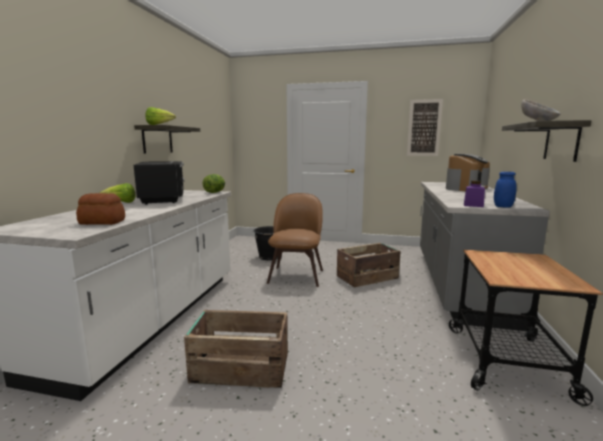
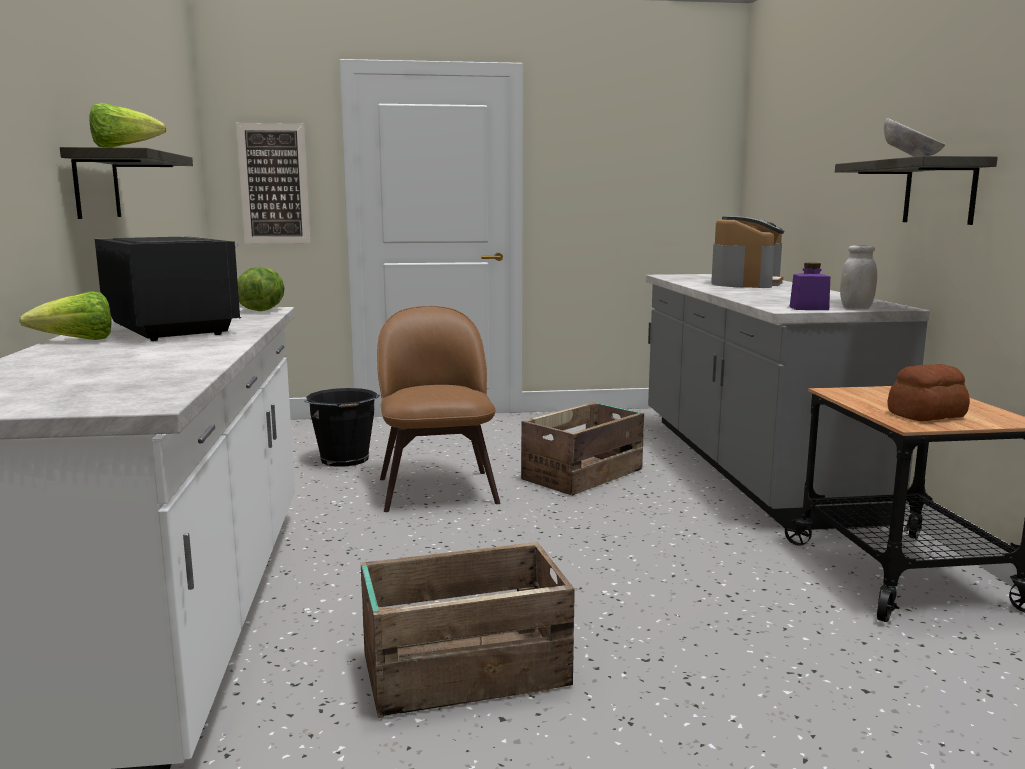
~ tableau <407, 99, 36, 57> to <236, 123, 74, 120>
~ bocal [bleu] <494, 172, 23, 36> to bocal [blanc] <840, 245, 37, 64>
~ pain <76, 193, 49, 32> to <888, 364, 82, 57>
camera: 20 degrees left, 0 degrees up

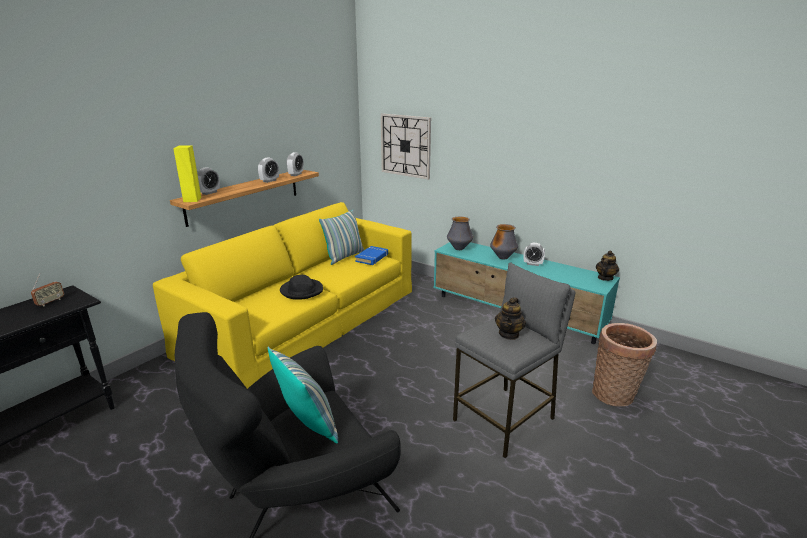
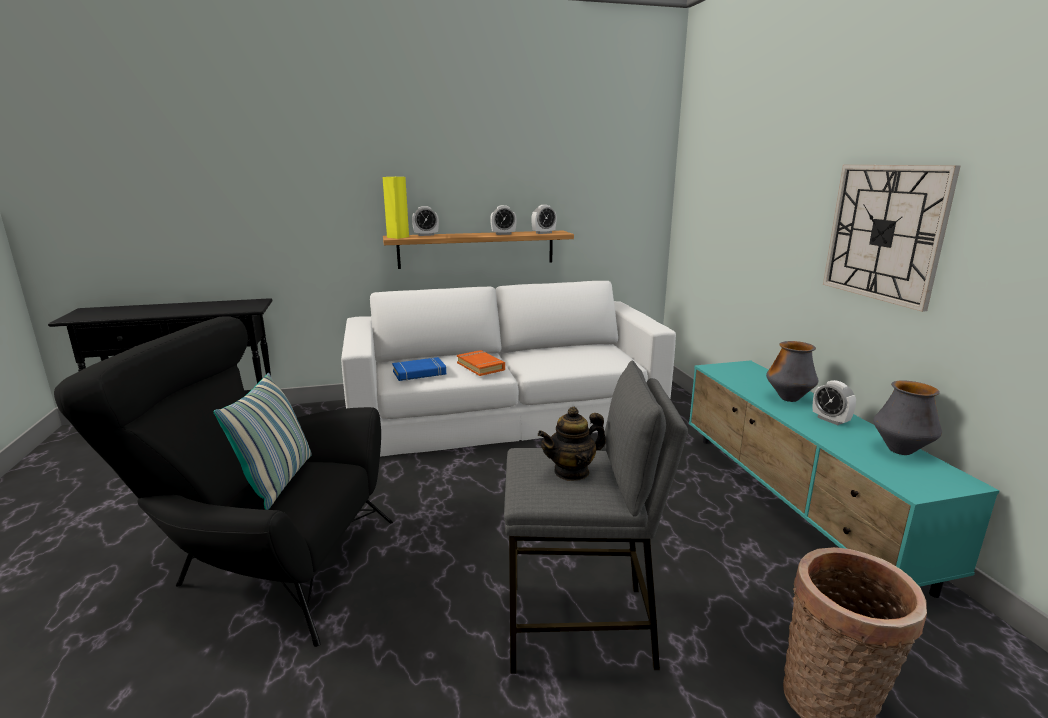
~ horloge murale <381, 113, 50, 67> to <823, 165, 138, 147>
~ canapé [jaune] <153, 202, 259, 187> to canapé [blanc] <341, 281, 335, 176>
- coussin <319, 210, 45, 55>
~ vase <447, 217, 26, 33> to <873, 380, 69, 75>
~ livre [bleu] <355, 246, 33, 19> to <392, 357, 54, 24>
- théière <596, 250, 23, 31>
- radio <31, 273, 33, 33>
~ chapeau [noir] <280, 275, 43, 25> to livre [orange] <457, 350, 48, 26>
camera: 40 degrees right, 5 degrees down

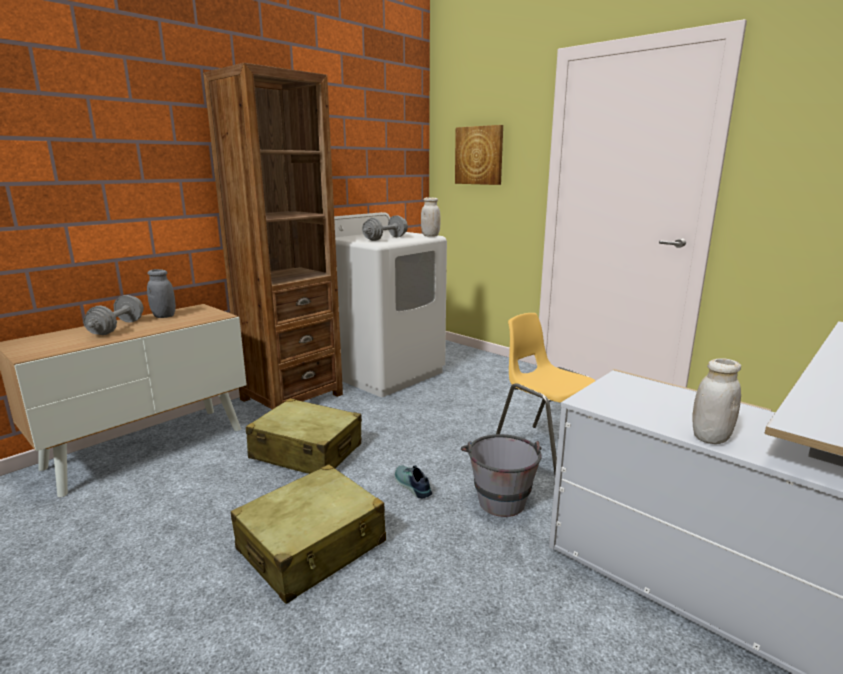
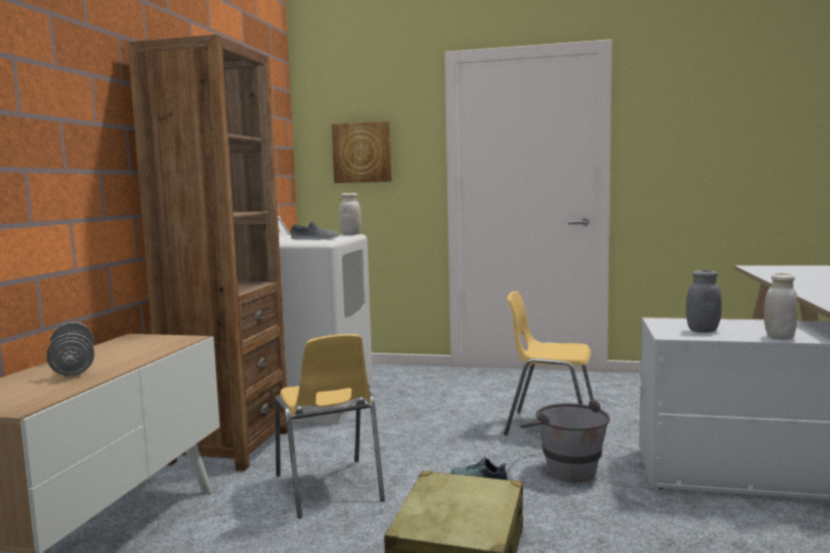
~ haltère [gris] <362, 215, 46, 26> to chaussure [gris] <291, 221, 48, 19>
~ bocal [gris] <147, 269, 29, 49> to <686, 270, 36, 63>
~ valise [beige] <246, 398, 116, 76> to chaise [jaune] <275, 334, 110, 184>
camera: 30 degrees left, 10 degrees down

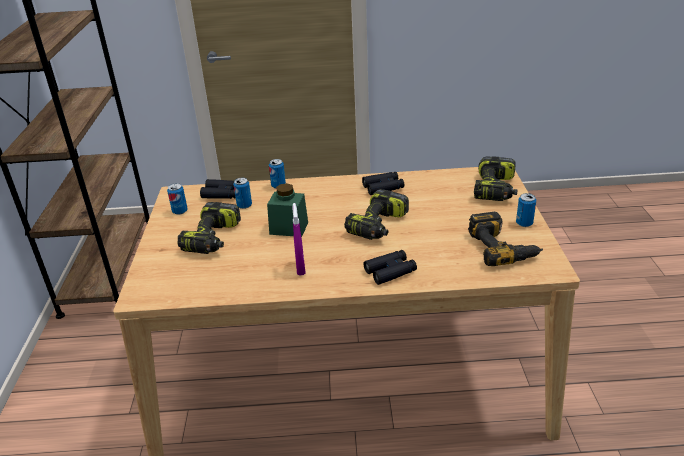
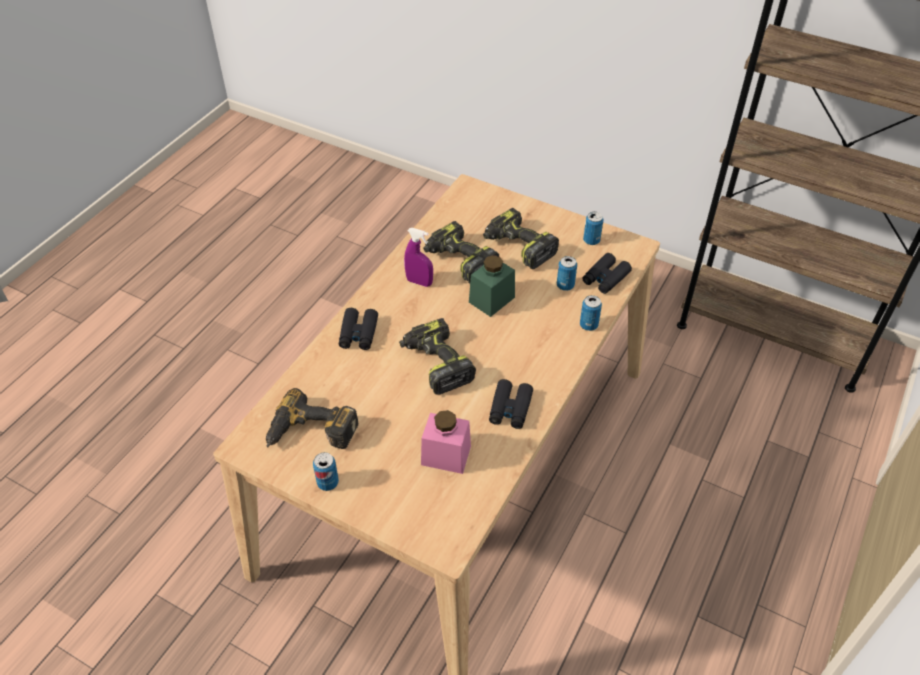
~ perceuse <474, 156, 43, 45> to <423, 221, 76, 63>
+ bocal [rose] <421, 410, 50, 64>
camera: 120 degrees right, 15 degrees up

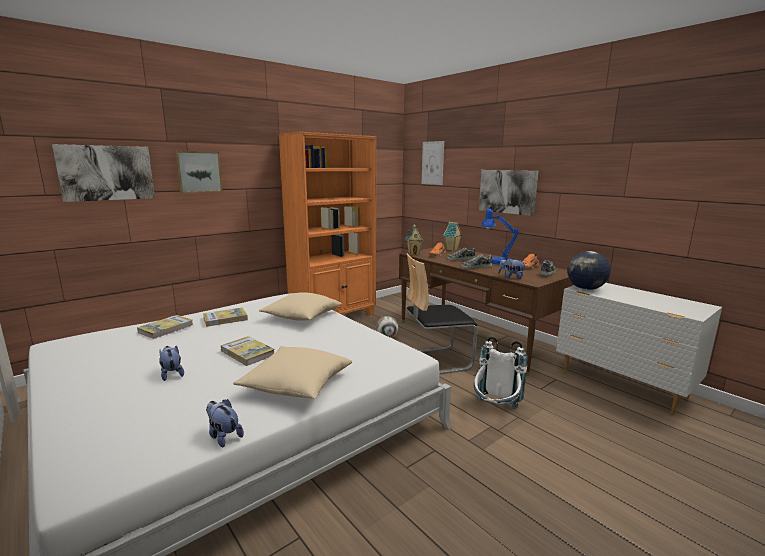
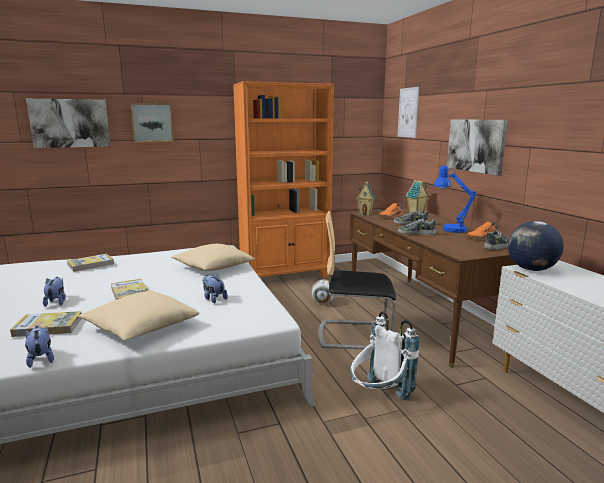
~ peluche <498, 258, 27, 21> to <202, 274, 26, 29>
~ livre <203, 307, 45, 20> to <10, 311, 72, 26>
camera: 20 degrees right, 0 degrees up

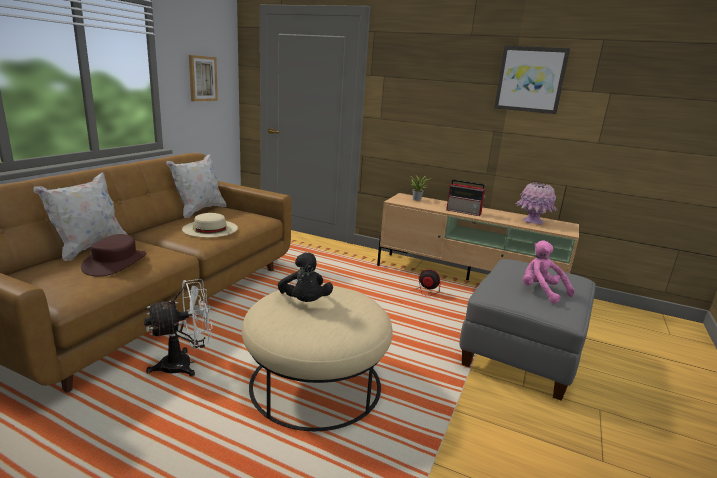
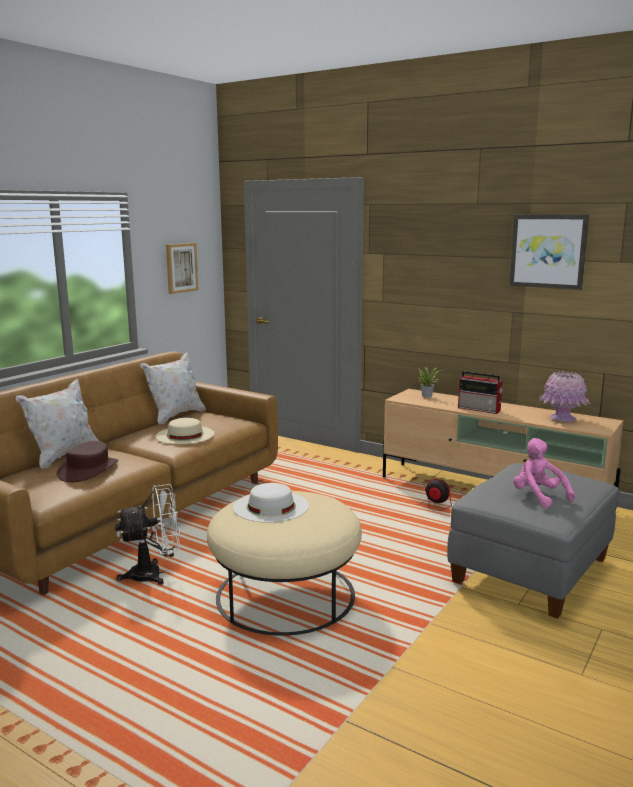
~ peluche [noir] <278, 253, 55, 49> to chapeau [blanc] <233, 483, 76, 40>
camera: 10 degrees right, 5 degrees down

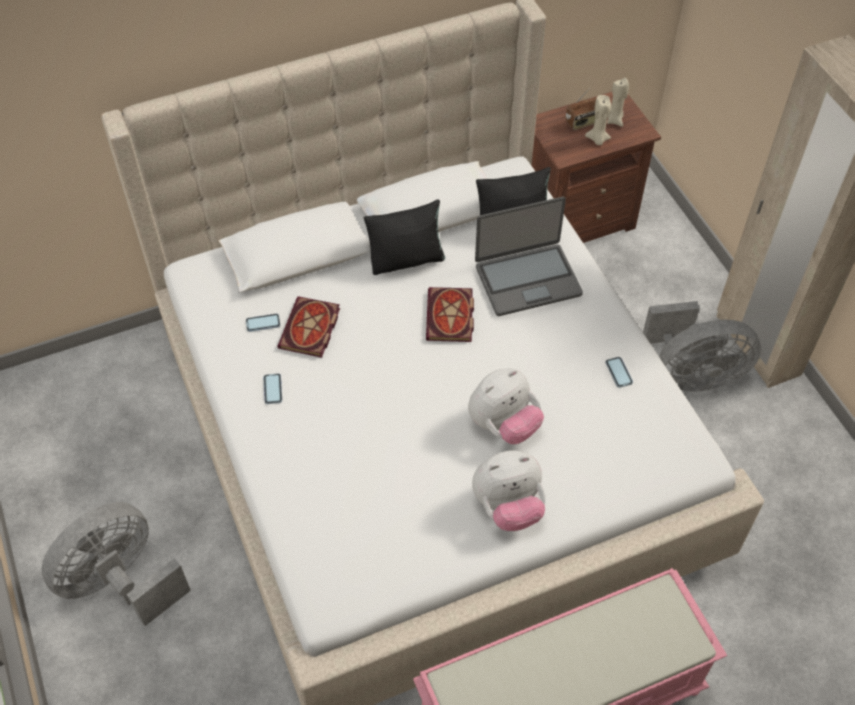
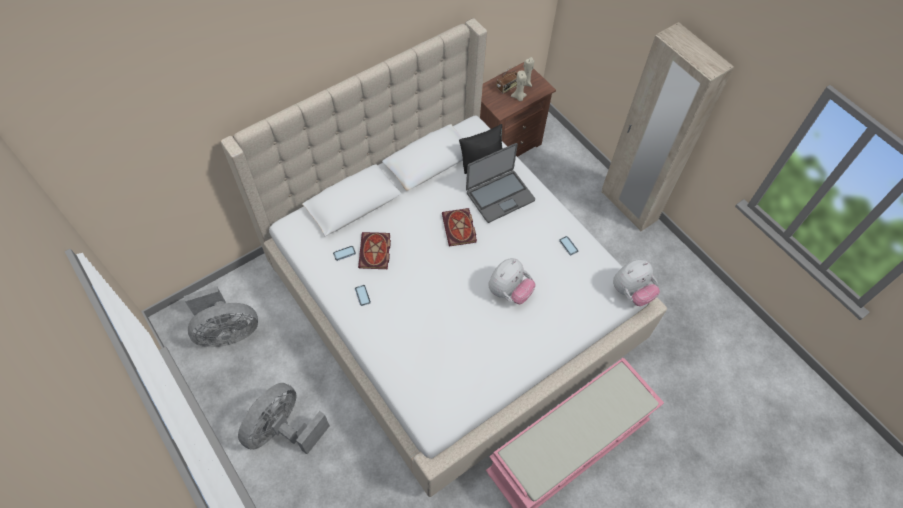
- coussin [noir] <364, 199, 81, 76>
~ ventilateur [gris] <643, 301, 118, 91> to <184, 286, 74, 61>
~ peluche <472, 450, 73, 81> to <613, 260, 47, 46>
camera: 15 degrees left, 5 degrees up

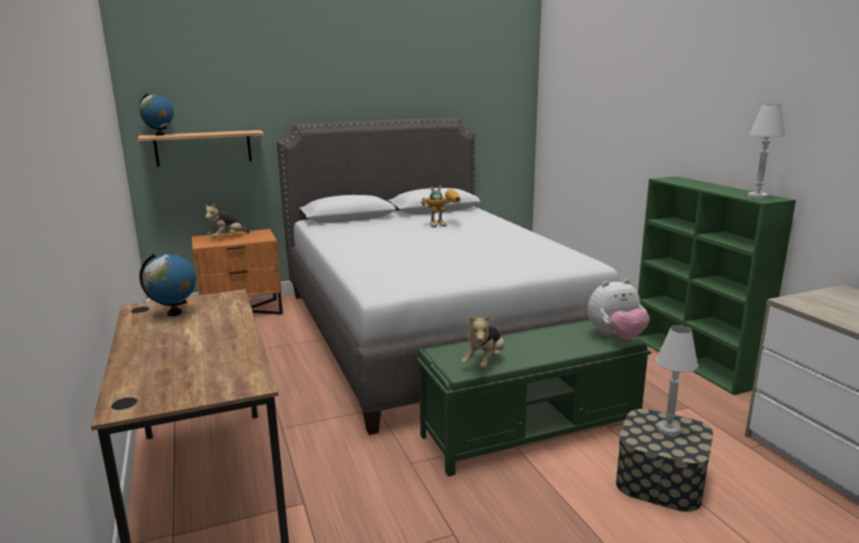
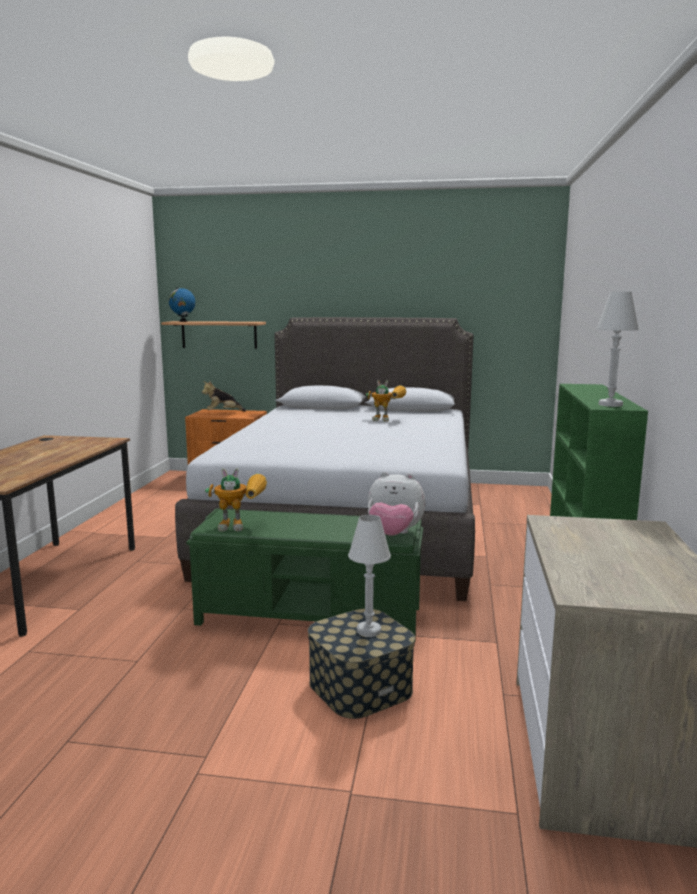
- globe <139, 254, 57, 62>
~ peluche <461, 314, 44, 55> to robot jouet <205, 468, 62, 63>
camera: 30 degrees right, 5 degrees down

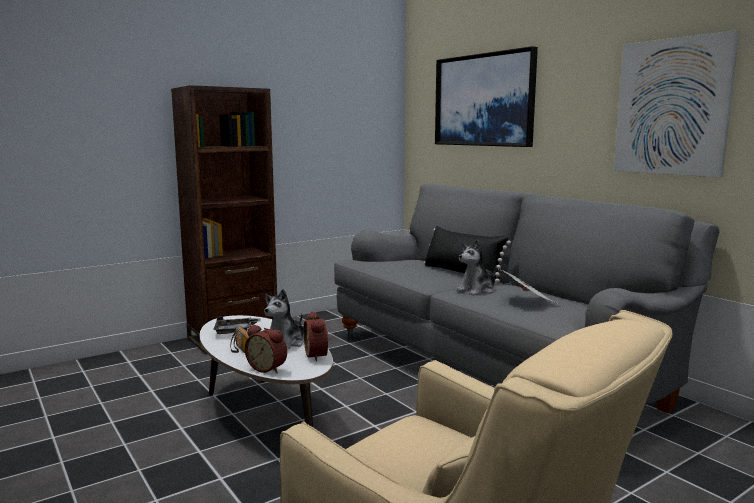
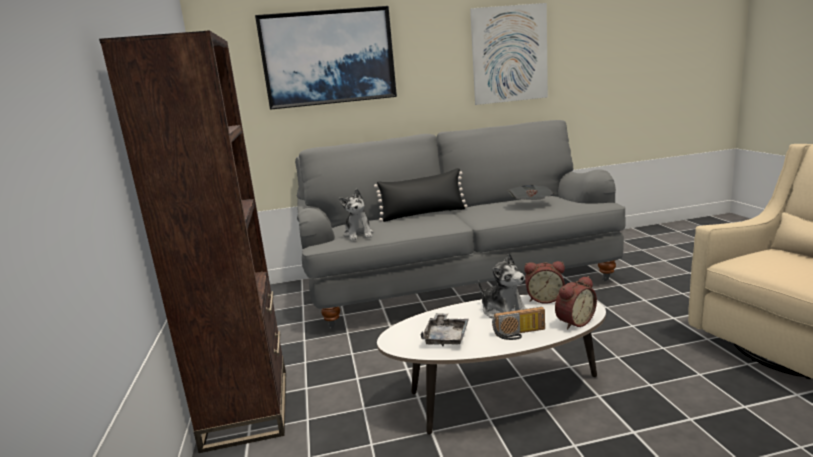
~ peluche <456, 240, 40, 55> to <339, 189, 34, 52>
camera: 65 degrees left, 5 degrees up

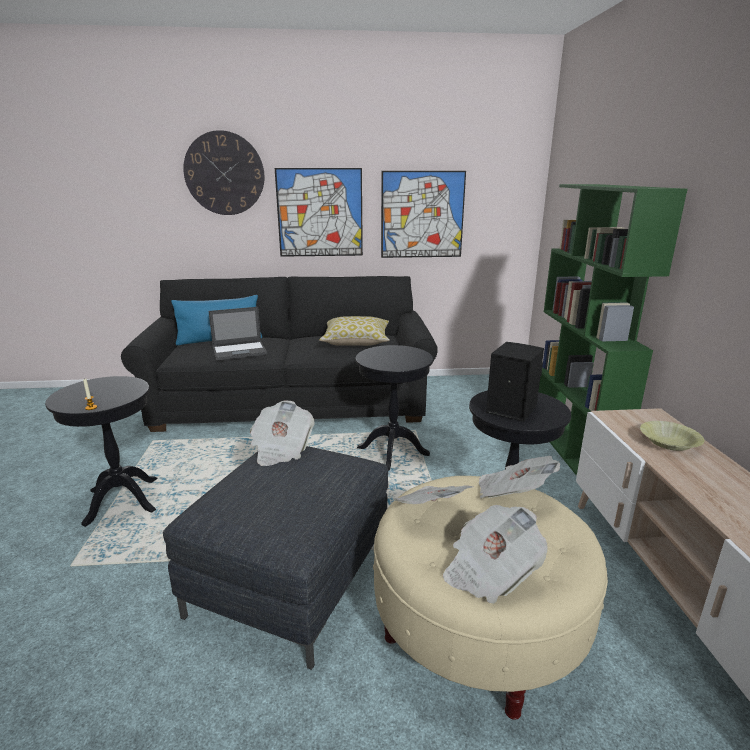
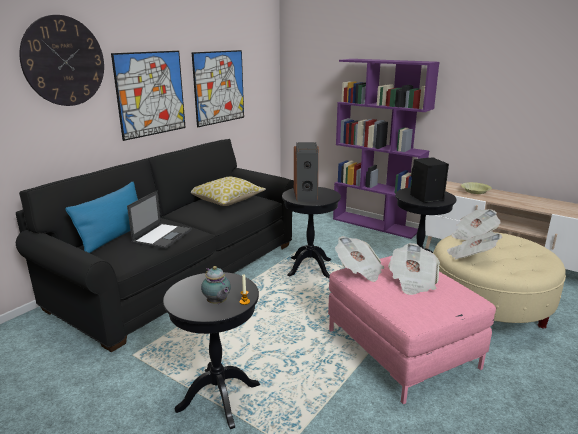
~ bibliothèque [vert] <539, 184, 149, 292> to bibliothèque [violet] <333, 59, 107, 180>
~ pouf [gris] <163, 446, 225, 224> to pouf [rose] <328, 256, 168, 148>
~ journal <443, 505, 105, 99> to <388, 243, 52, 52>
+ enceinte <294, 142, 24, 60>
+ théière <201, 266, 30, 38>
camera: 50 degrees left, 0 degrees up

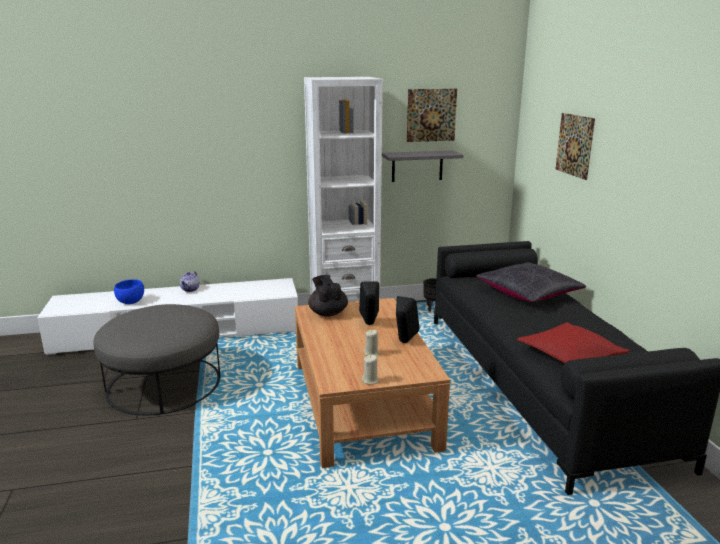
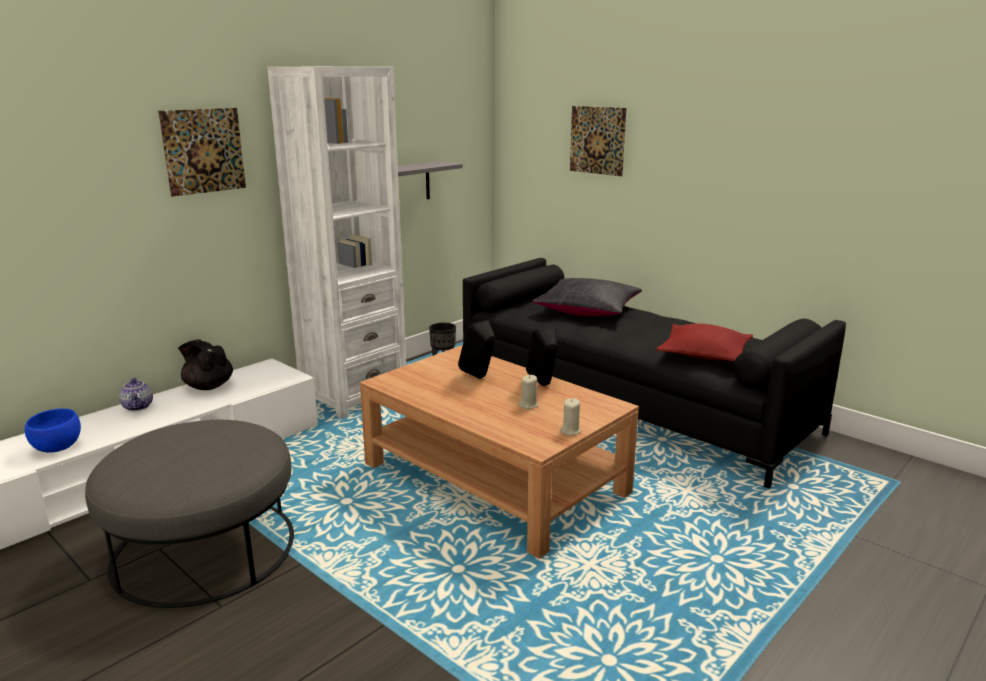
~ tableau <407, 89, 50, 53> to <158, 108, 88, 89>
~ théière [noir] <308, 275, 40, 42> to <178, 339, 55, 51>
camera: 35 degrees left, 0 degrees up

